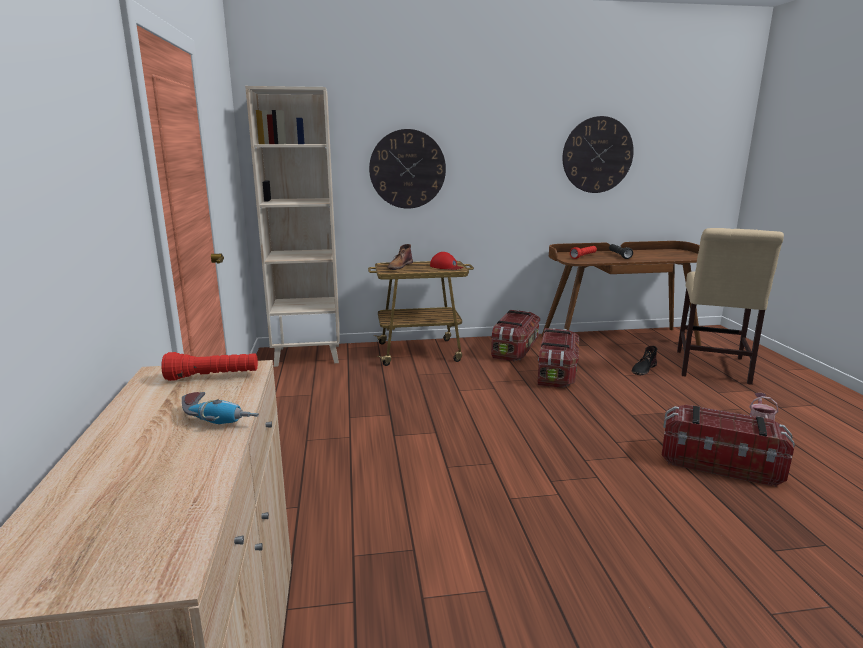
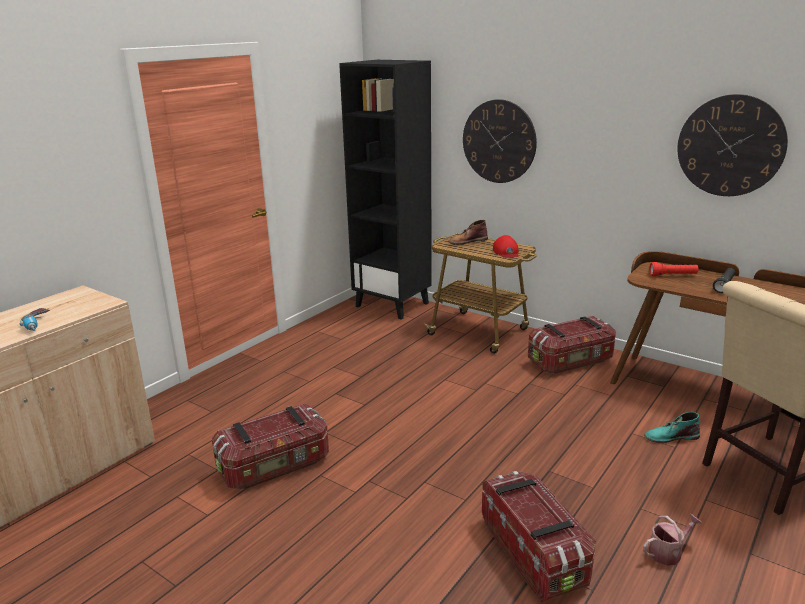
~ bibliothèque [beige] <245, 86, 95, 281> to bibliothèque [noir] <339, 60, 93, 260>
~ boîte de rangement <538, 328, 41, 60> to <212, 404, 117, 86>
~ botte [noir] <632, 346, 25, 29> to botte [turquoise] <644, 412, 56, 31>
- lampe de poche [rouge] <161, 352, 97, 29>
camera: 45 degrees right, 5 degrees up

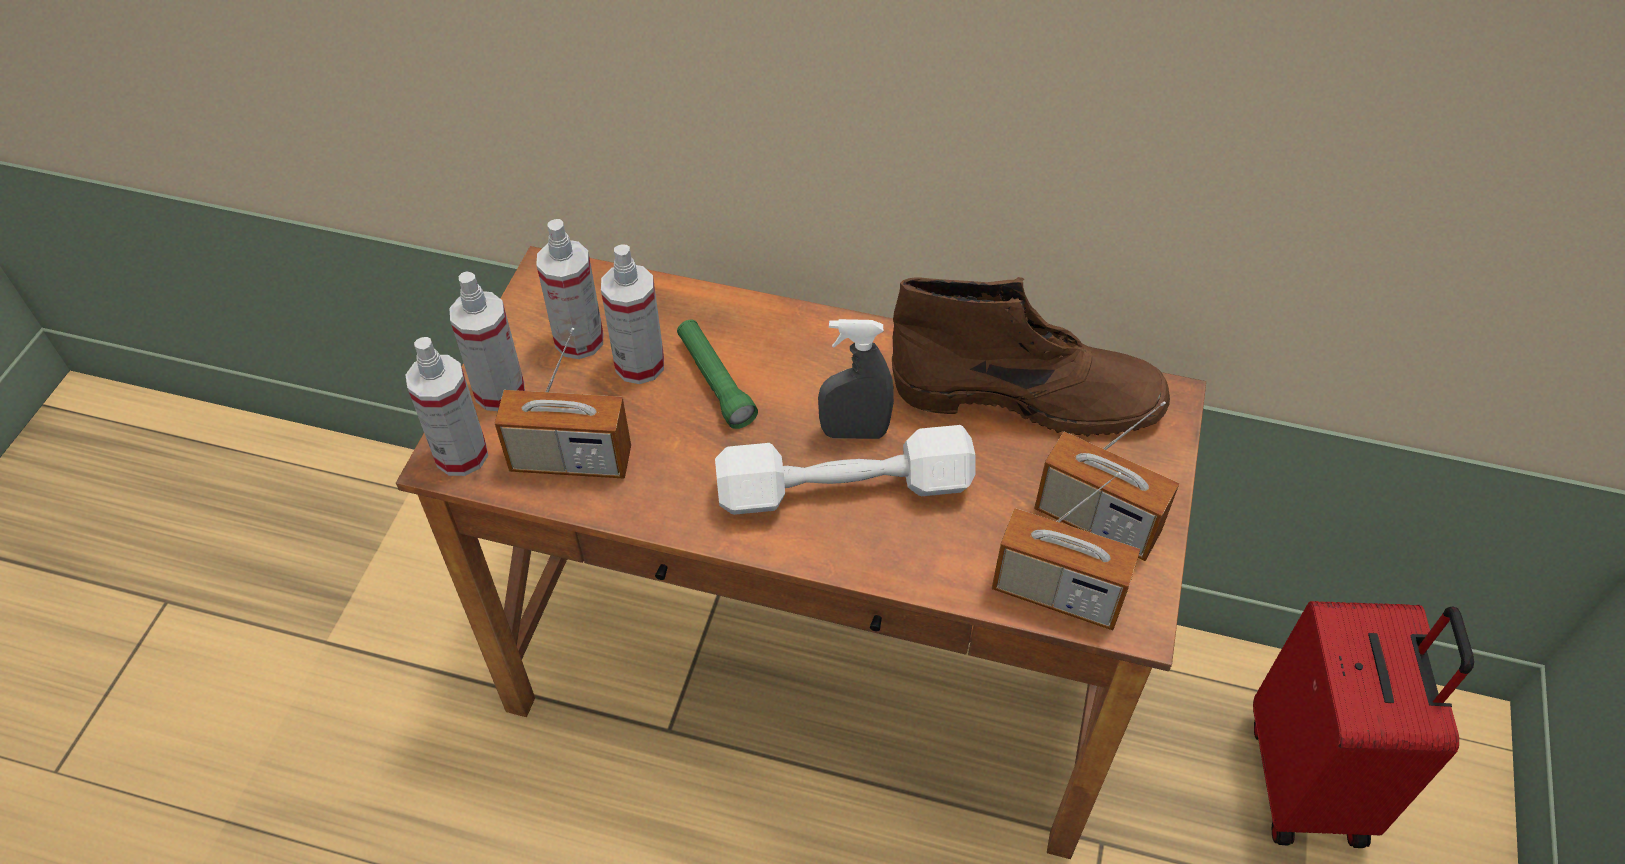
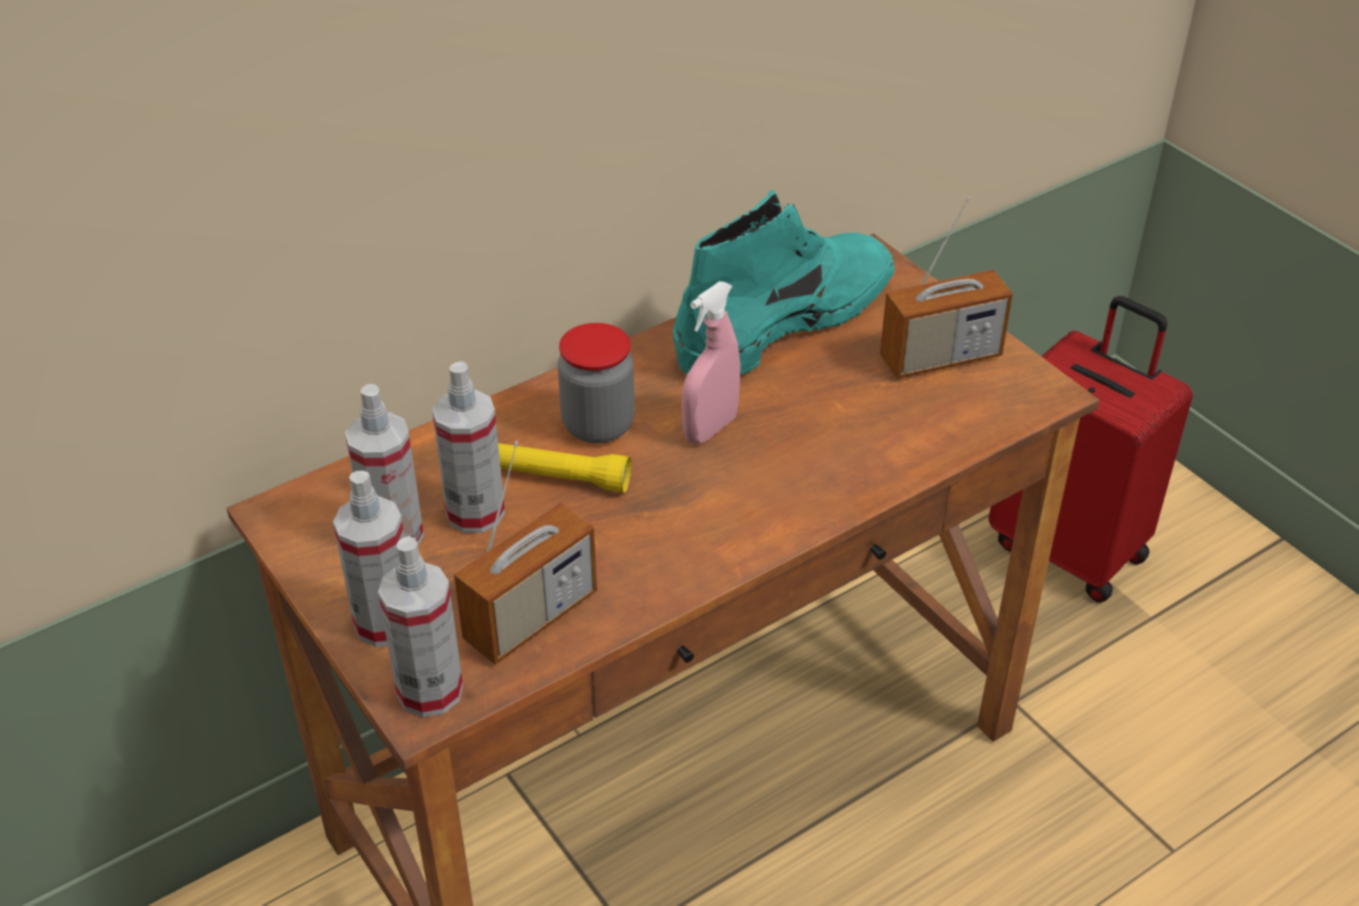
~ botte [marron] <892, 277, 278, 160> to botte [turquoise] <673, 190, 222, 187>
~ vaporisateur [gris] <818, 319, 76, 120> to vaporisateur [rose] <682, 281, 58, 163>
~ lampe de poche [vert] <677, 320, 81, 109> to lampe de poche [jaune] <498, 443, 133, 50>
- haltère [blanc] <715, 425, 261, 90>
- radio <992, 472, 148, 158>
+ bocal <558, 323, 77, 121>
camera: 50 degrees left, 10 degrees down

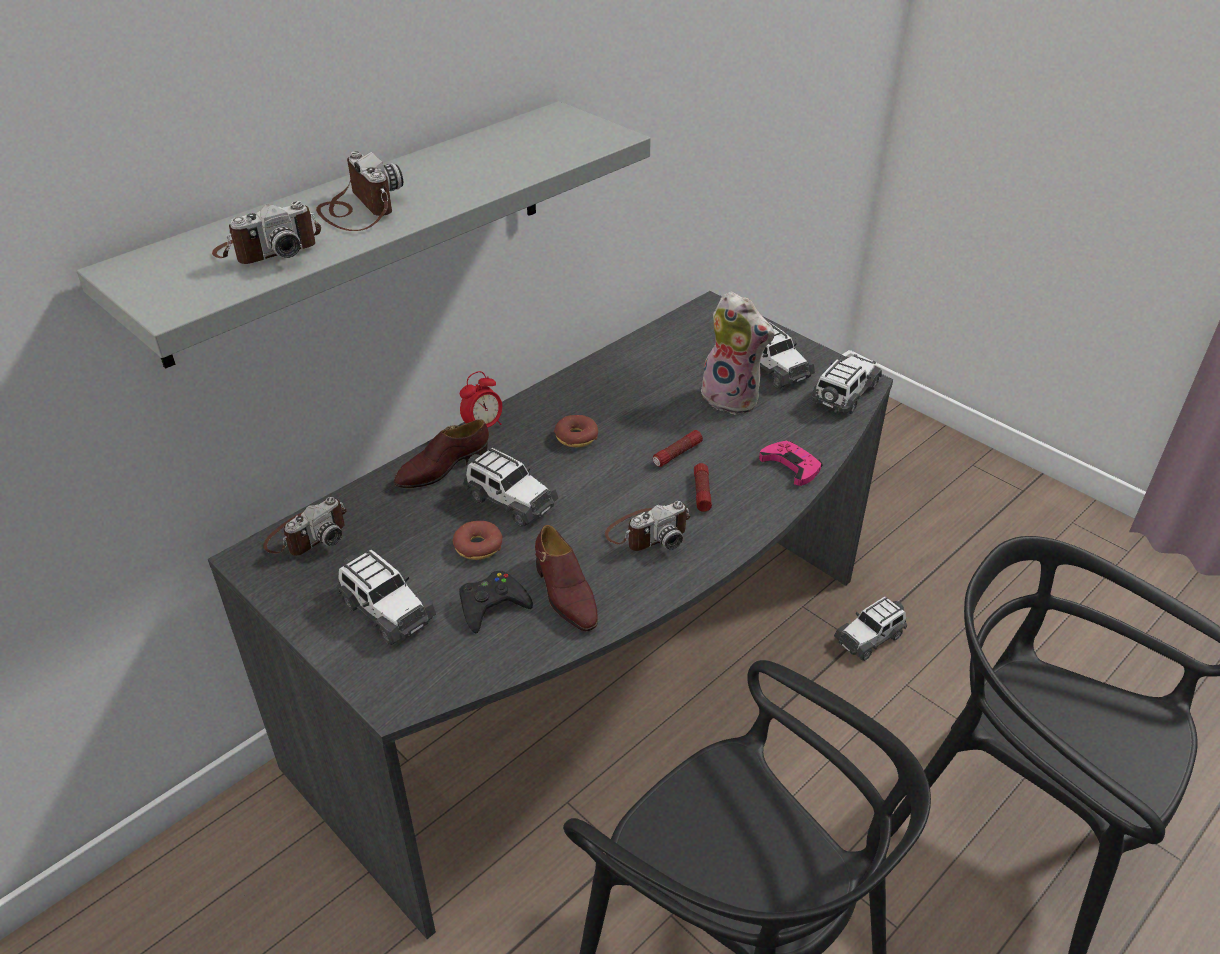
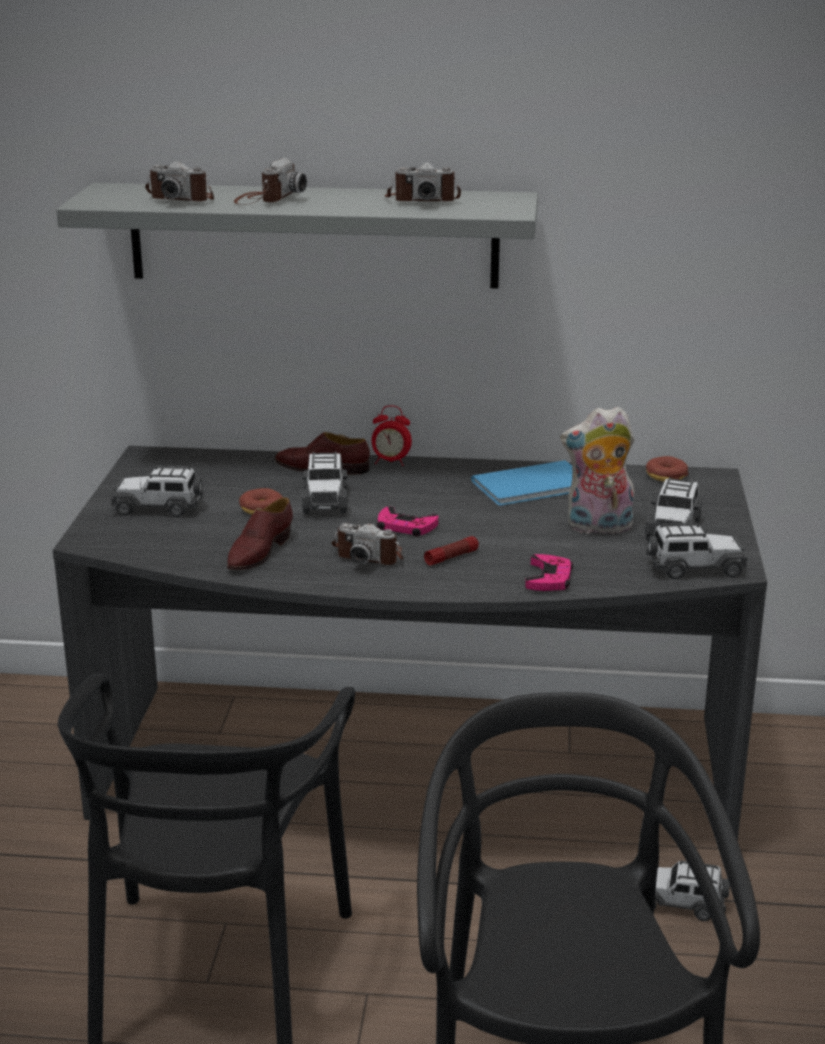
~ peluche <701, 291, 74, 124> = <560, 406, 75, 131> 90 degrees clockwise
~ beignet <554, 415, 44, 33> to <646, 456, 42, 25>
- lampe de poche <653, 430, 50, 37>
~ appareil photo <263, 497, 84, 59> to <385, 162, 76, 40>
~ petite voiture <336, 550, 100, 95> = <111, 466, 92, 51> 90 degrees clockwise
- manette [noir] <459, 571, 74, 62>
+ livre [bleu] <471, 460, 101, 46>
+ manette [rose] <377, 506, 61, 31>
camera: 50 degrees right, 15 degrees down

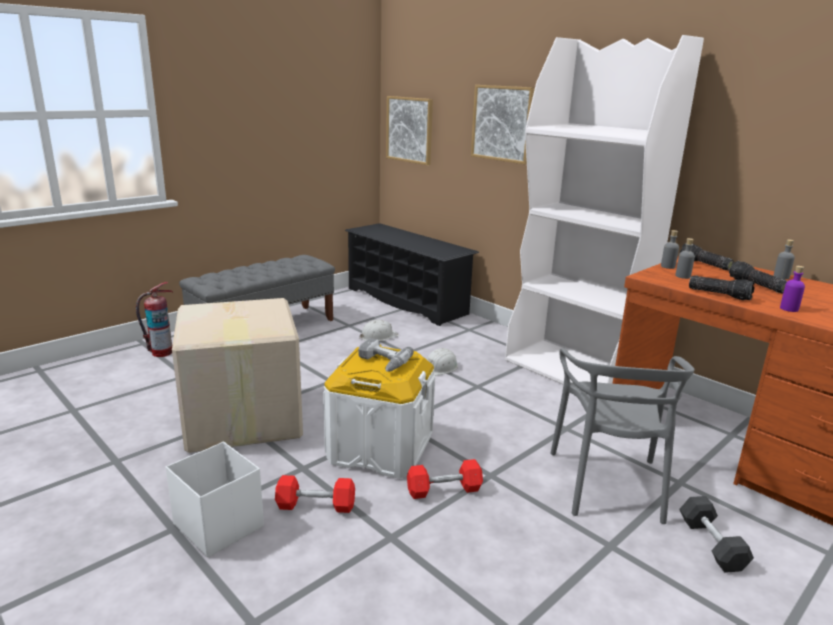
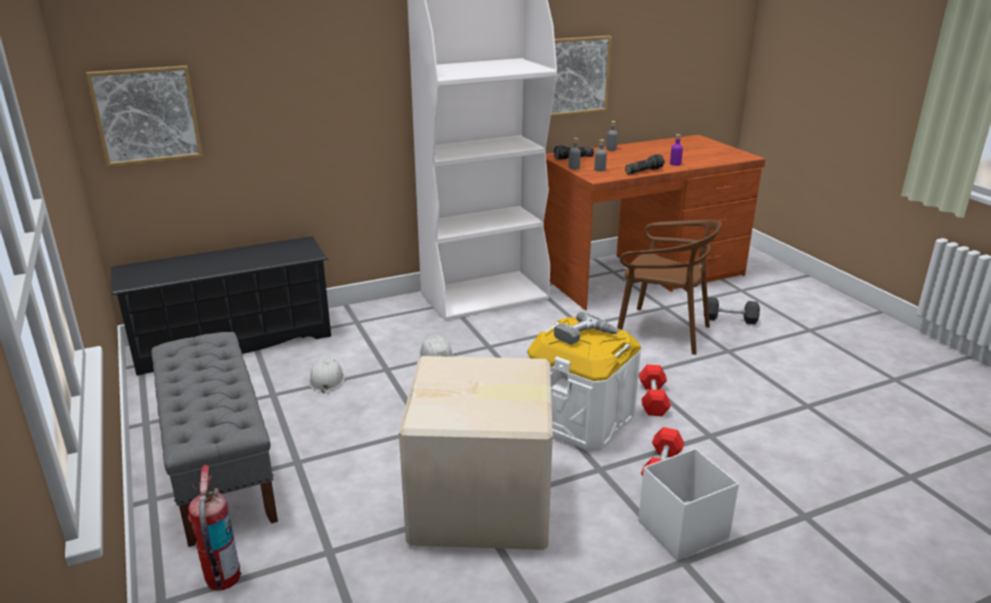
~ tableau <471, 85, 64, 79> to <551, 35, 61, 82>
- lampe de poche <729, 261, 59, 32>
~ chaise [gris] <550, 348, 145, 176> to chaise [marron] <617, 220, 105, 135>
camera: 70 degrees left, 5 degrees up

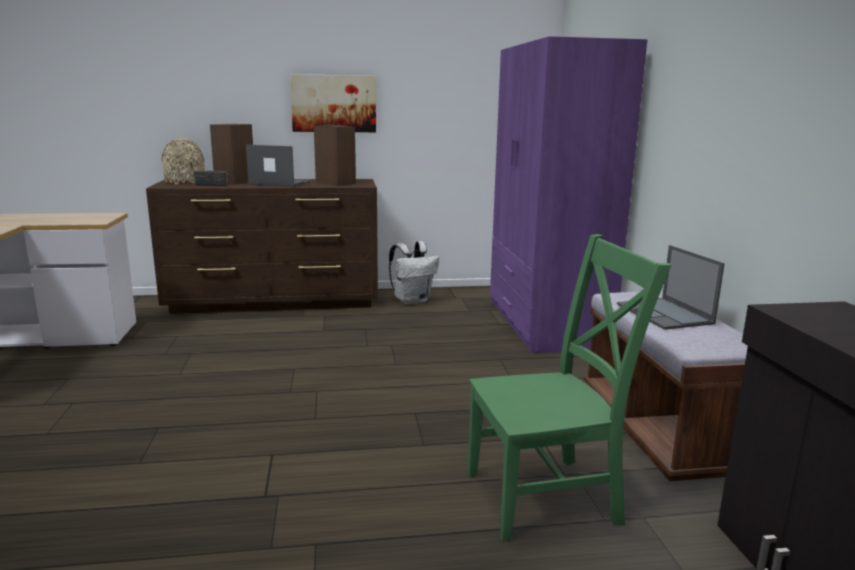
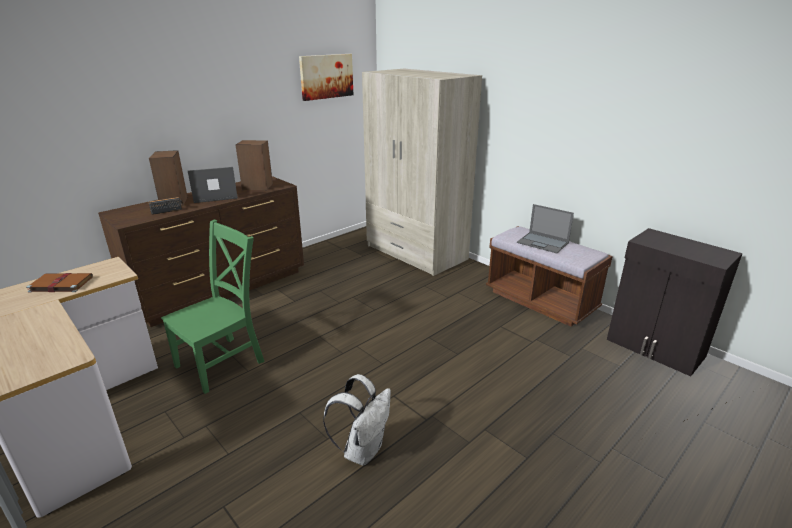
~ armoire [violet] <490, 36, 157, 317> to armoire [beige] <362, 69, 120, 207>
~ tableau <290, 74, 86, 58> to <299, 54, 54, 47>
- vase [beige] <162, 138, 43, 46>
~ chaise [vert] <467, 234, 204, 308> to <161, 220, 104, 174>
~ sac à dos [blanc] <389, 241, 50, 64> to <323, 374, 68, 92>
+ livre [marron] <26, 273, 67, 20>
camera: 35 degrees left, 10 degrees up

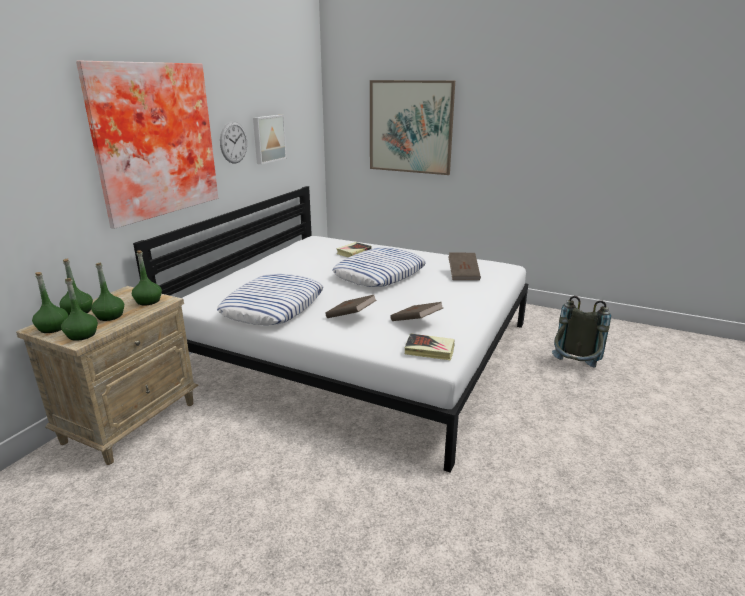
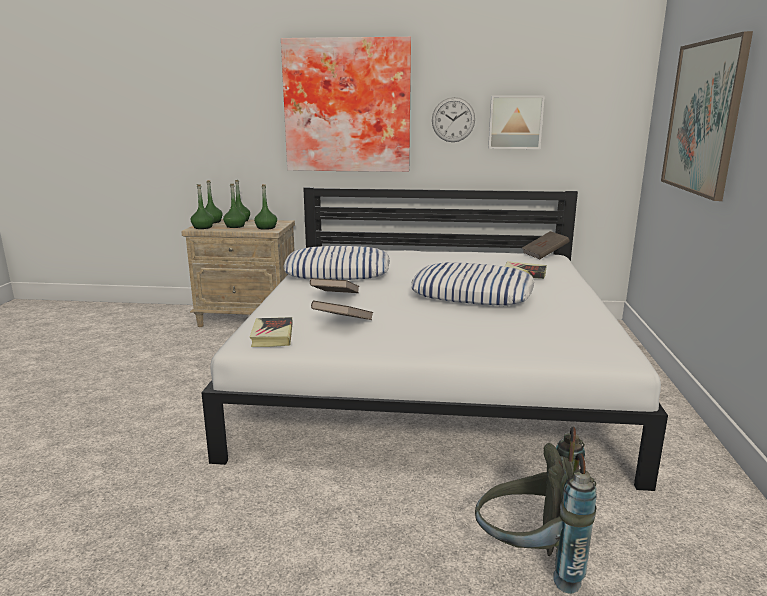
~ livre [marron] <448, 253, 33, 27> to <522, 231, 47, 28>
camera: 70 degrees right, 5 degrees down

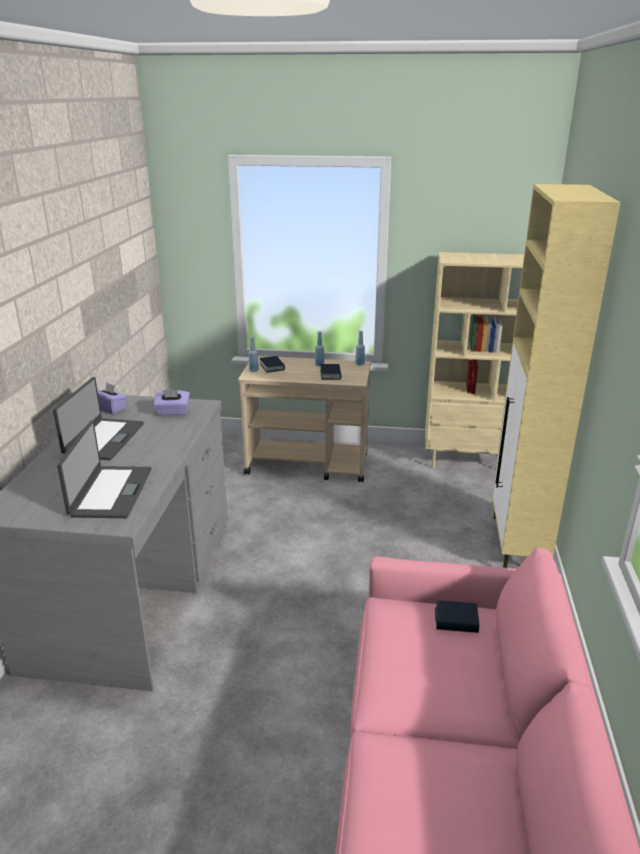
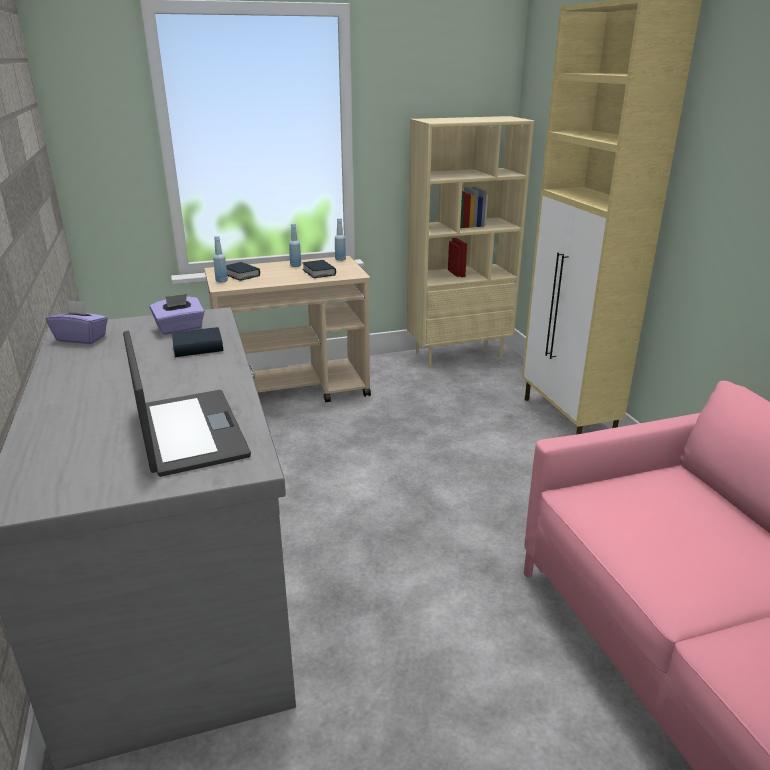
- ordinateur portable <53, 377, 91, 83>
~ livre <435, 600, 44, 33> to <172, 327, 51, 30>
camera: 25 degrees left, 0 degrees up

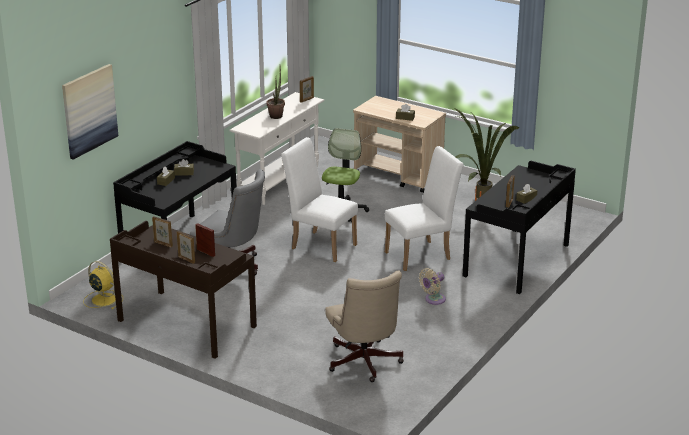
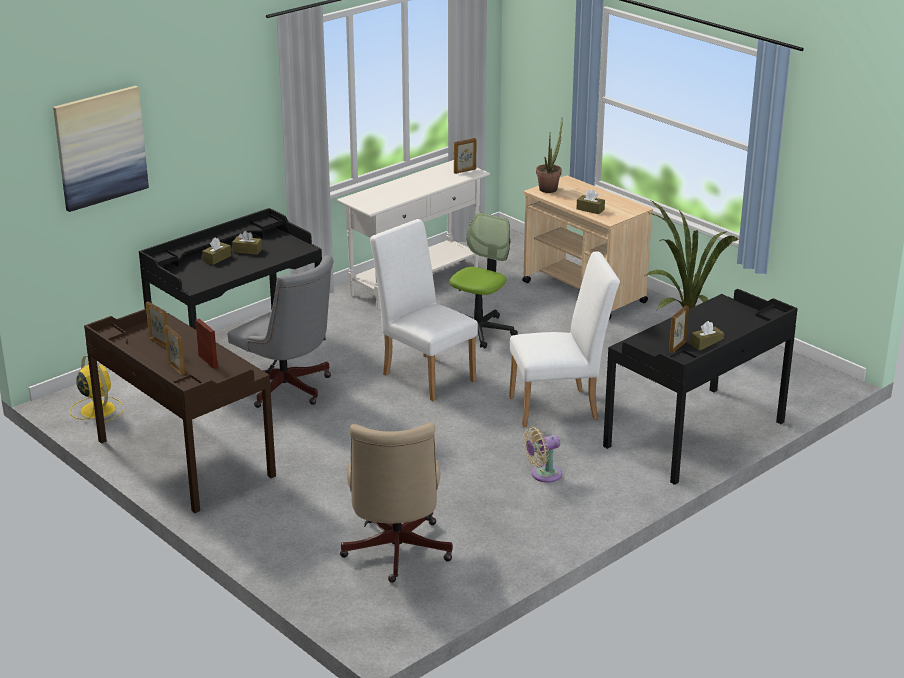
~ plante en pot <267, 65, 18, 54> to <536, 118, 27, 75>
camera: 15 degrees right, 0 degrees up

